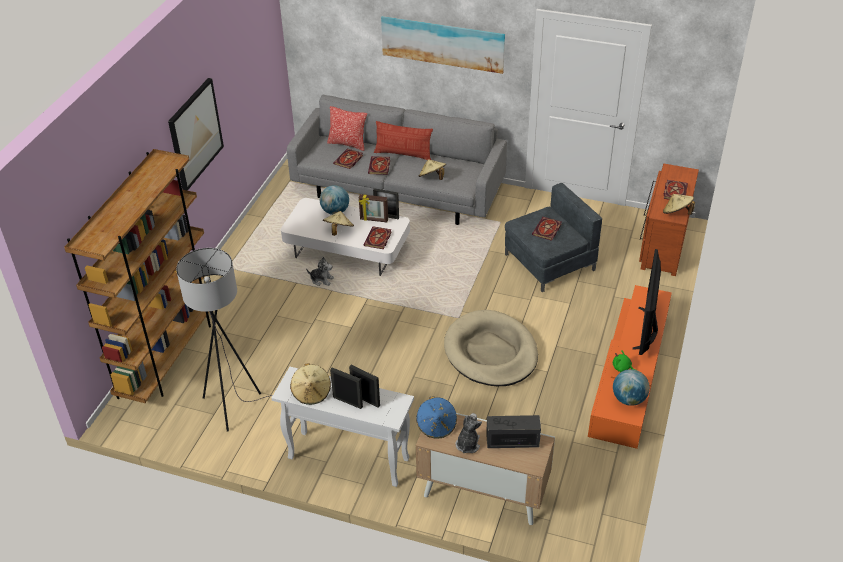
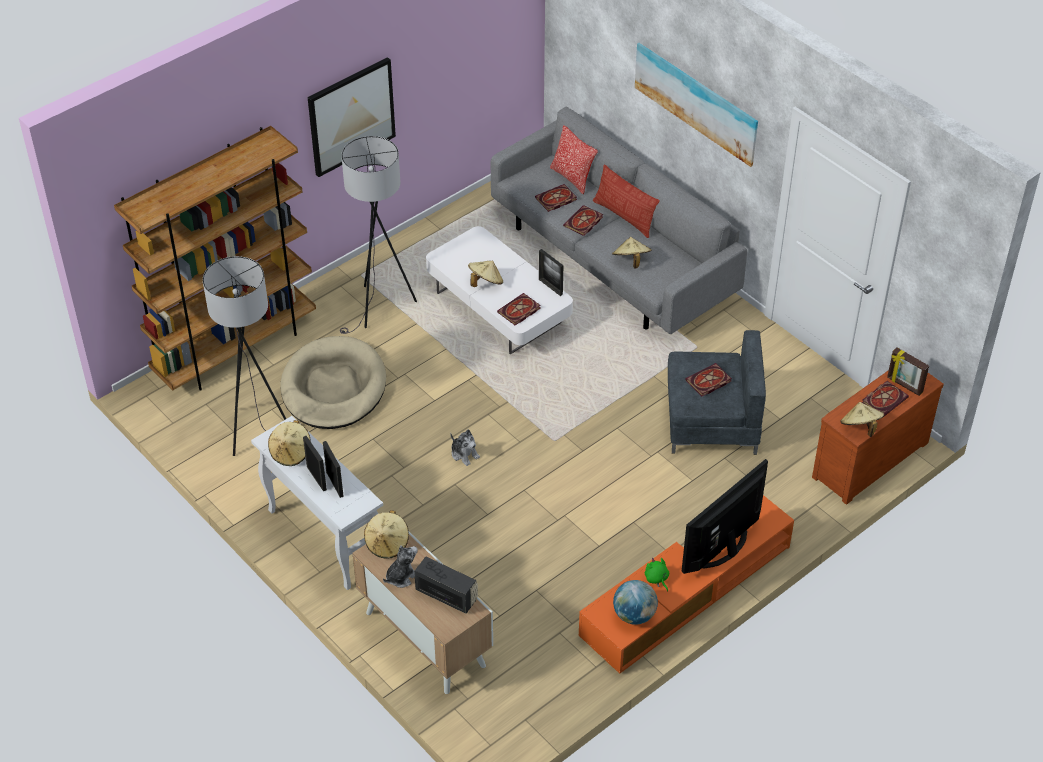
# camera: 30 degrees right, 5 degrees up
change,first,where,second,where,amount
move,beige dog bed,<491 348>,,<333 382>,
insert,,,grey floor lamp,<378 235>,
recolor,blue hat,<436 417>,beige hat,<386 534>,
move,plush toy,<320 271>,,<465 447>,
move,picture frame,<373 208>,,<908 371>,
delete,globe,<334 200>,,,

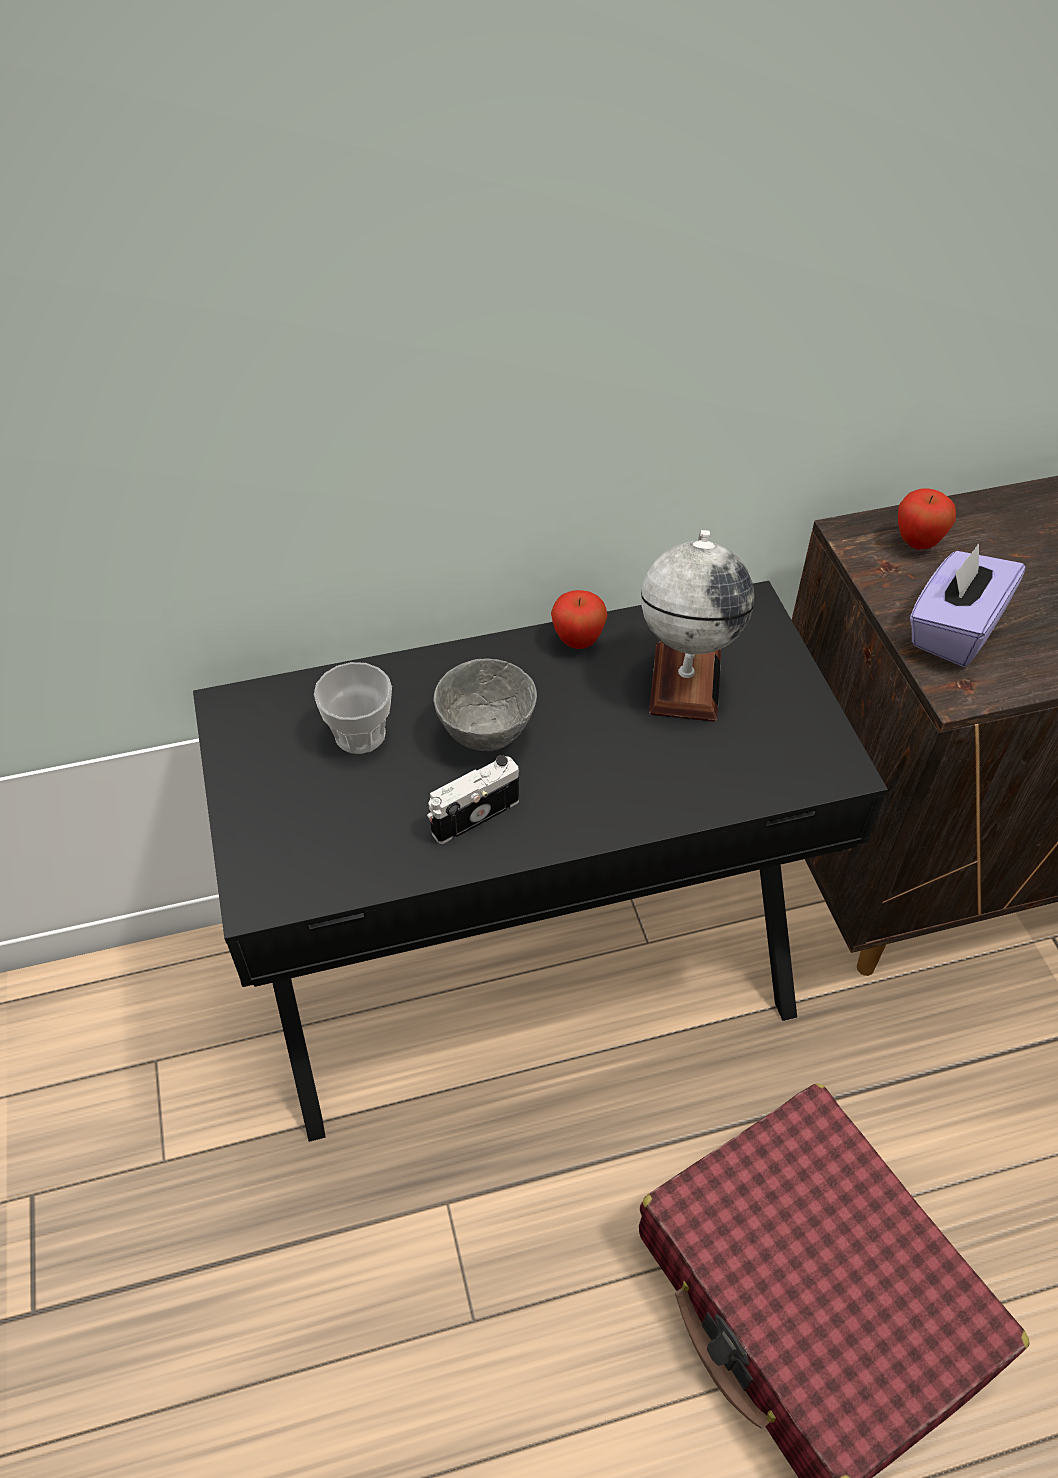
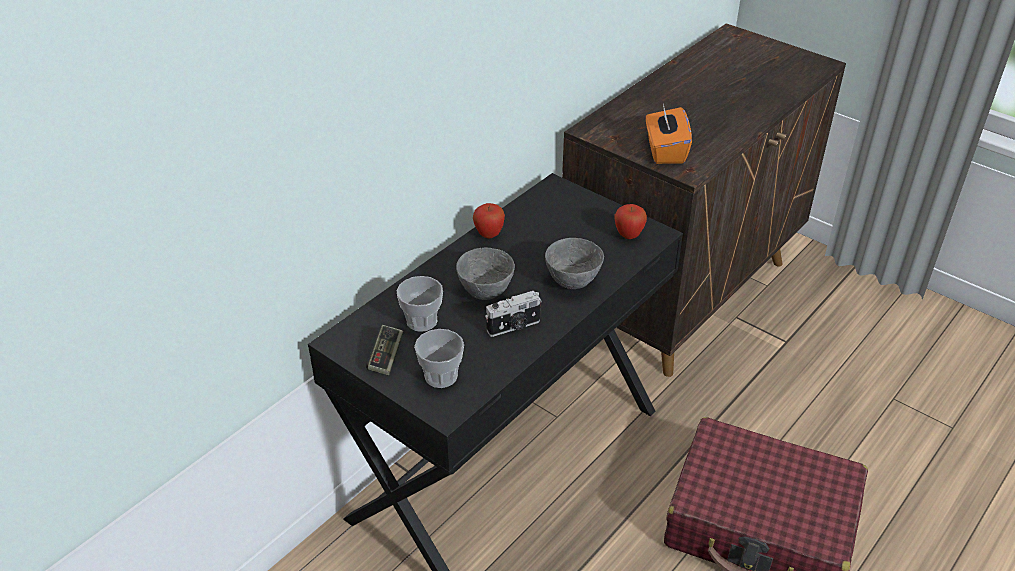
# camera: 35 degrees left, 10 degrees down
change,first,where,second,where,amount
insert,,,game controller,<384 350>,
insert,,,cup,<439 358>,
rotate,photo camera,<473 799>,,<513 314>,135 degrees counterclockwise
insert,,,grey bowl,<574 263>,
move,apple,<927 519>,,<630 221>,
recolor,purple tissue box,<967 605>,orange tissue box,<669 134>,
delete,globe,<697 626>,,,

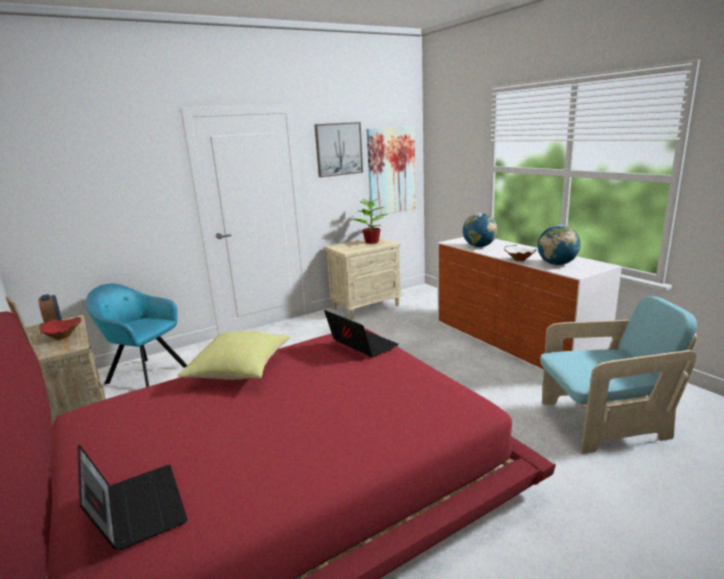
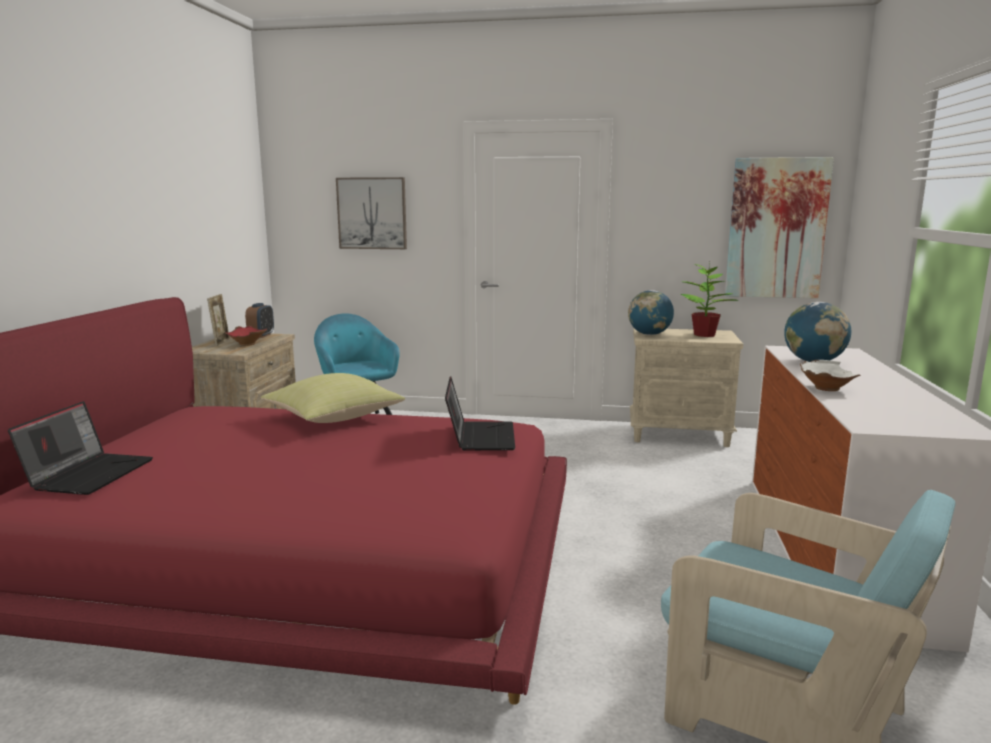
# camera: 40 degrees right, 5 degrees down
change,first,where,second,where,amount
move,picture,<339 149>,,<371 213>,
move,globe,<559 245>,,<651 312>,

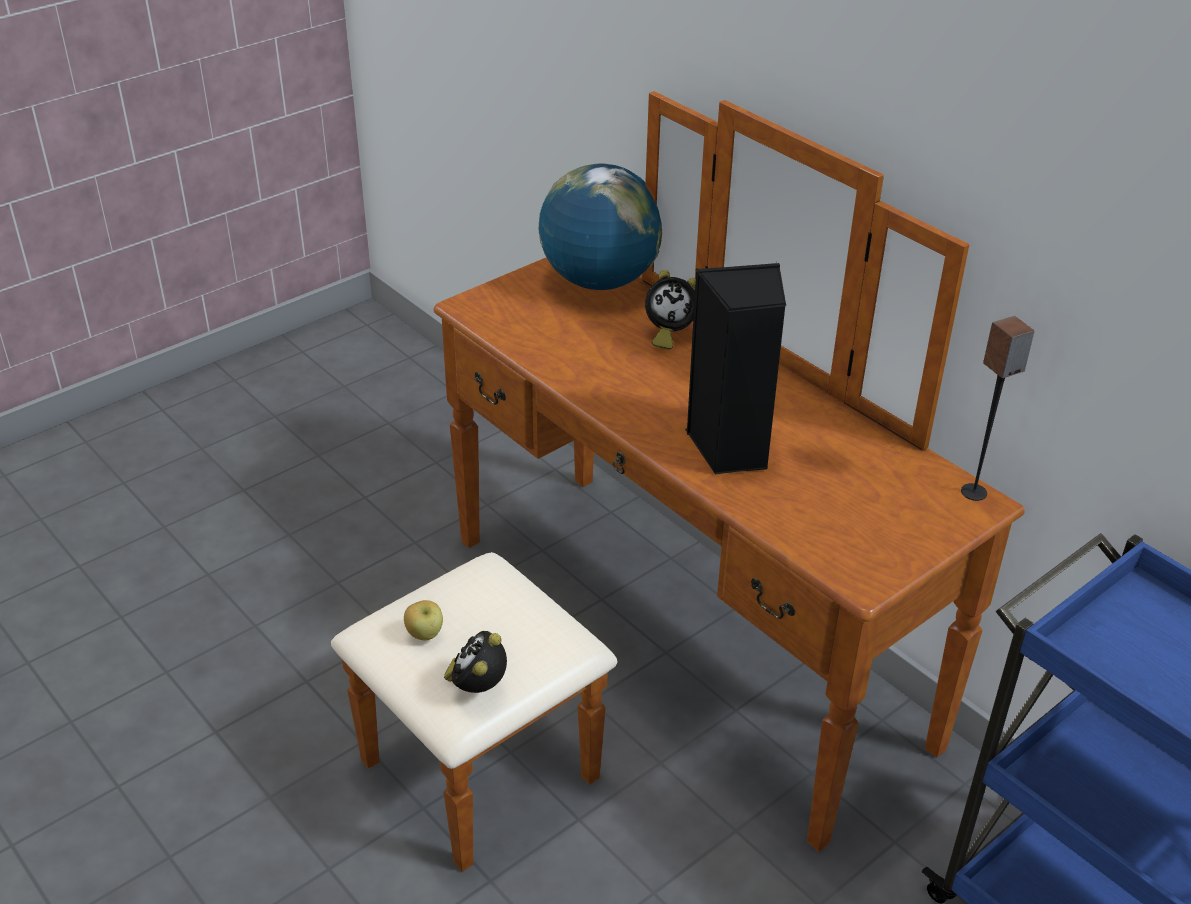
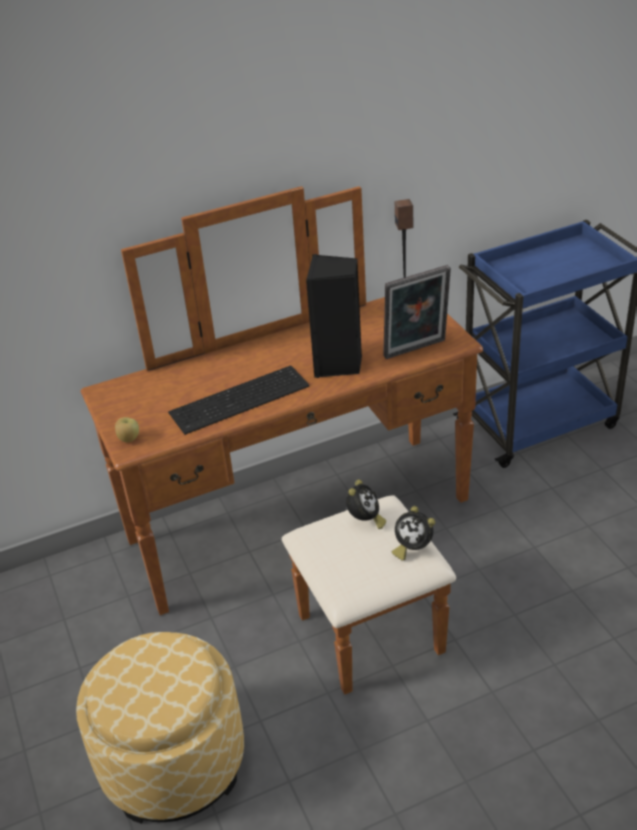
# camera: 70 degrees left, 0 degrees up
change,first,where,second,where,amount
insert,,,ottoman,<160 728>,
move,apple,<423 620>,,<127 429>,
insert,,,keyboard,<238 400>,
move,alarm clock,<670 310>,,<366 504>,
insert,,,picture frame,<417 312>,
delete,globe,<600 227>,,,

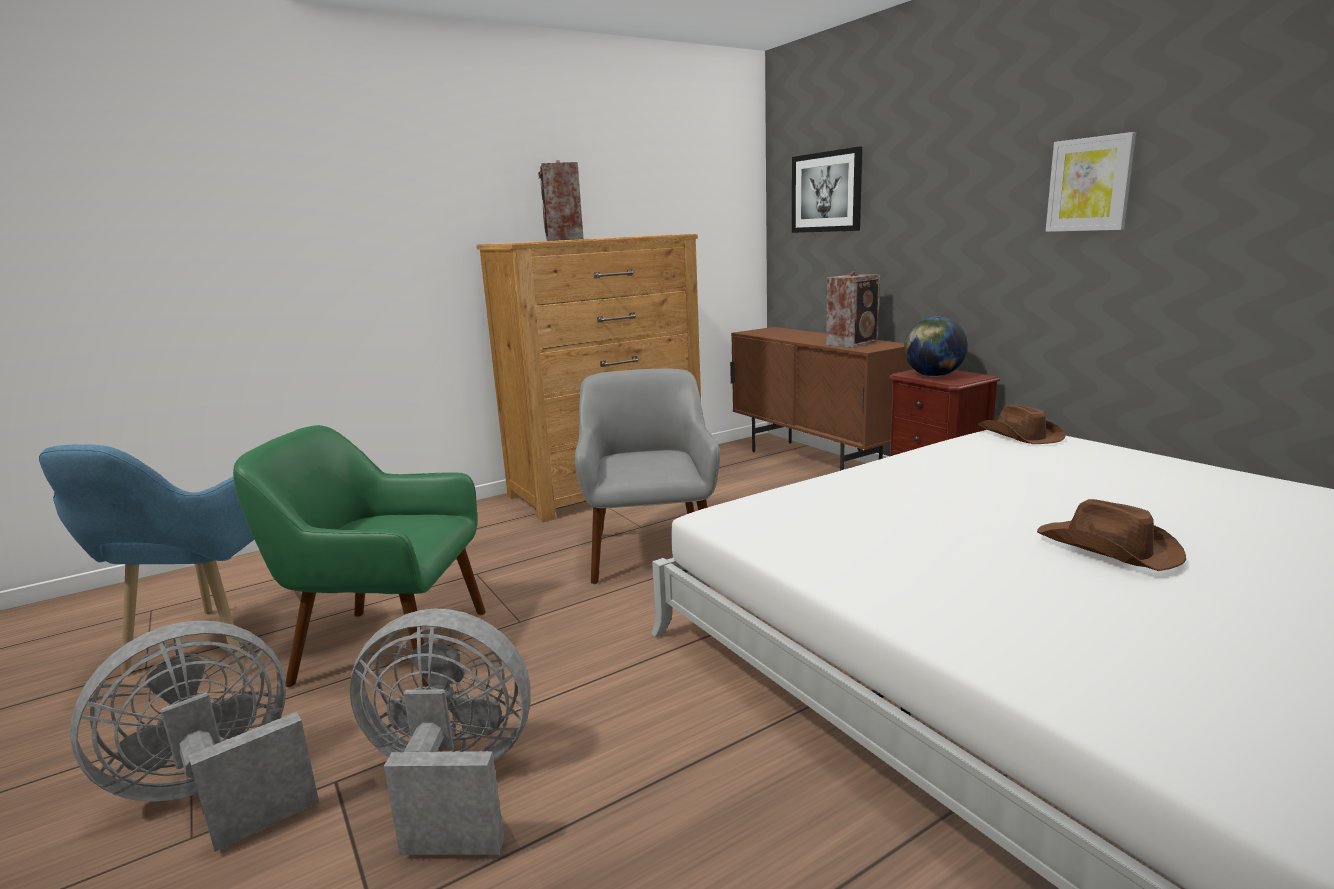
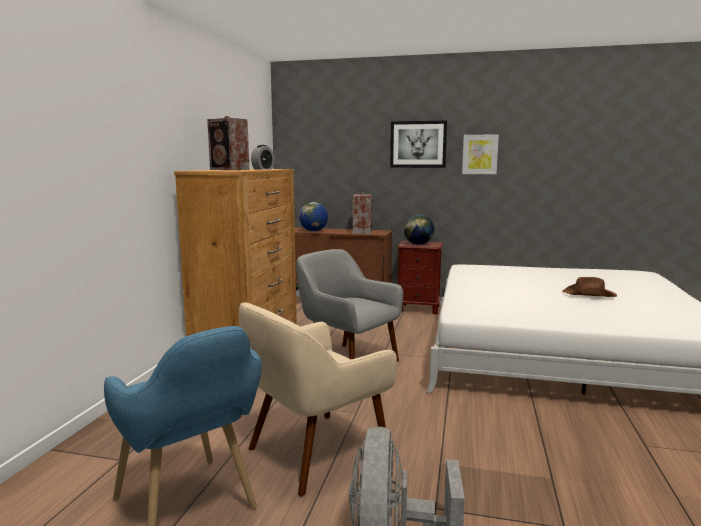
# camera: 45 degrees left, 5 degrees down
change,first,where,second,where,amount
recolor,green armchair,<359 557>,beige armchair,<318 399>,
insert,,,alarm clock,<262 157>,
insert,,,globe,<313 216>,
move,picture,<827 190>,,<418 144>,
delete,grey fan,<440 731>,,,
delete,brown hat,<1021 424>,,,

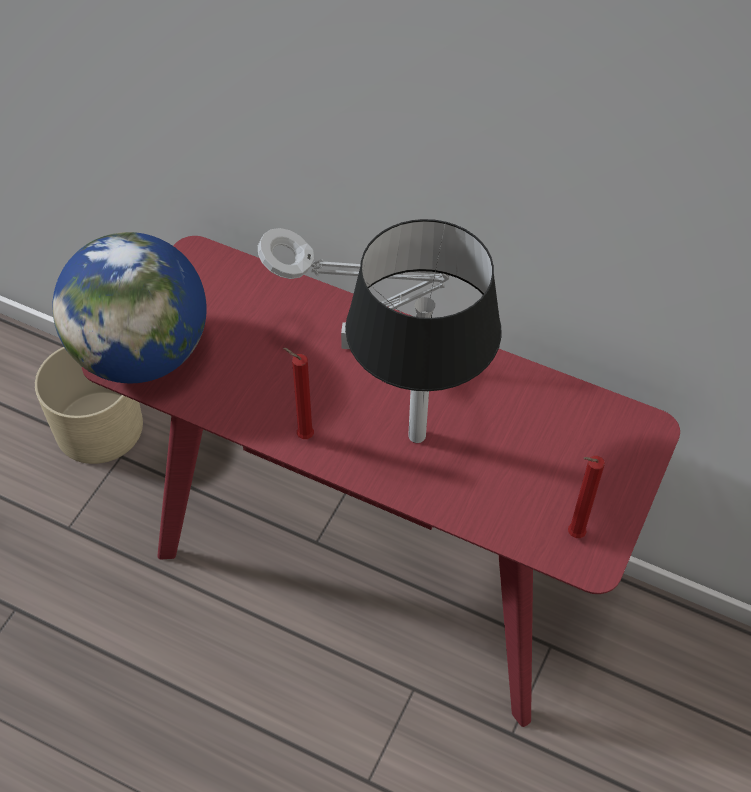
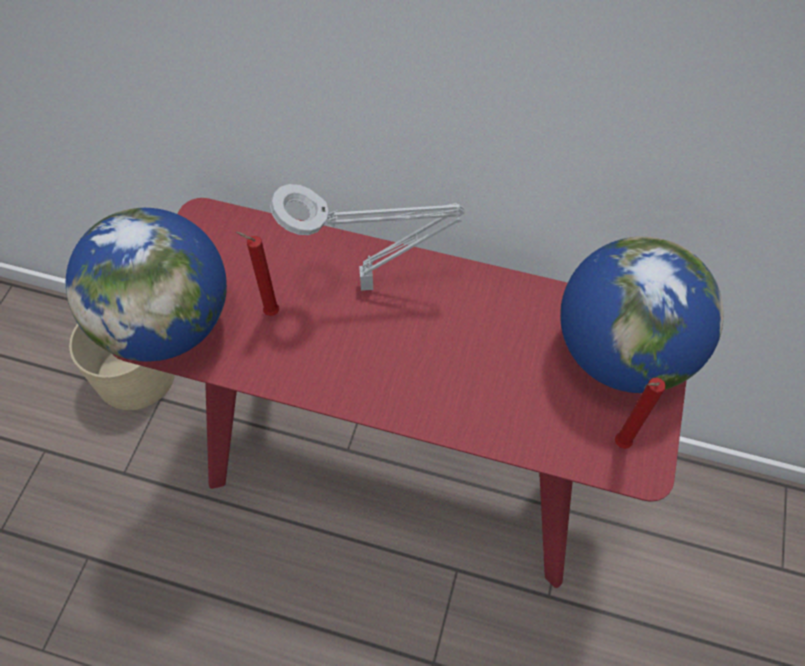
# camera: 10 degrees left, 5 degrees up
change,first,where,second,where,amount
move,red candle,<298 393>,,<257 274>,
insert,,,globe,<642 314>,
delete,black table lamp,<423 331>,,,

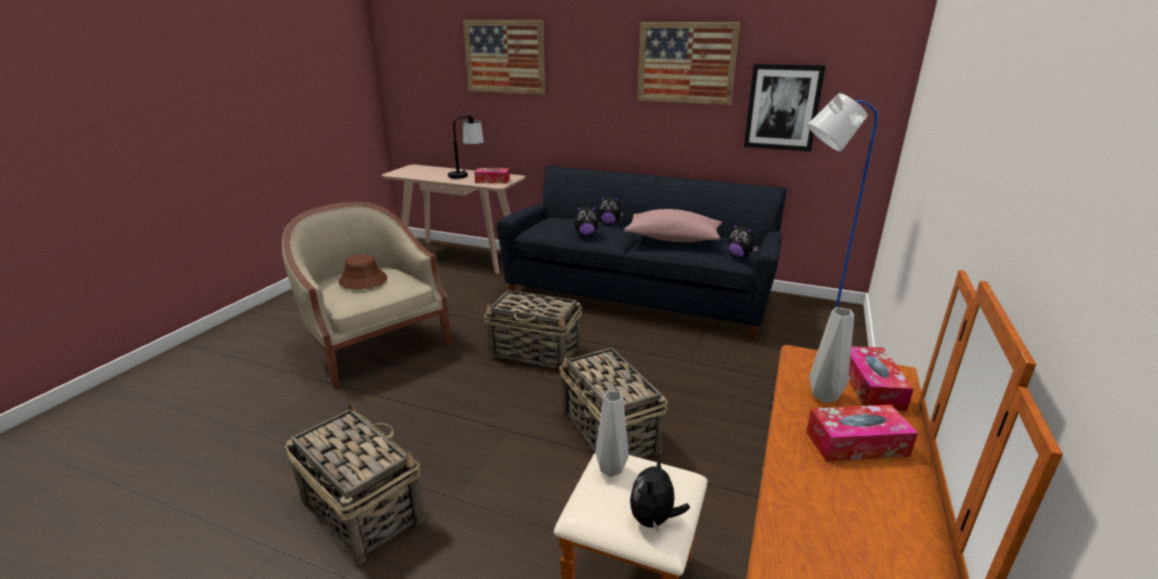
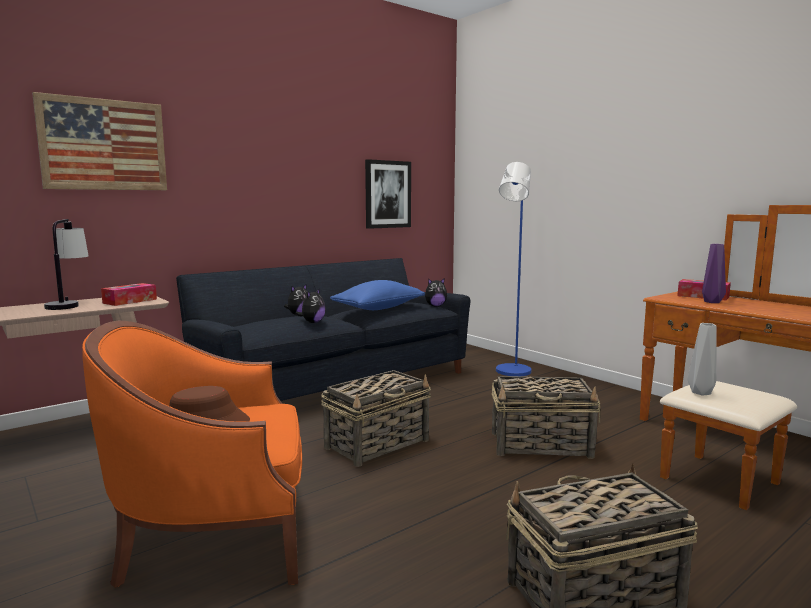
# camera: 60 degrees left, 15 degrees down
change,first,where,second,where,amount
recolor,beige armchair,<366 295>,orange armchair,<192 454>,
recolor,pink pillow,<673 225>,blue pillow,<377 295>,
recolor,grey vase,<831 355>,purple vase,<714 273>,
delete,plush toy,<660 494>,,,
delete,picture,<688 63>,,,
delete,tissue box,<862 433>,,,

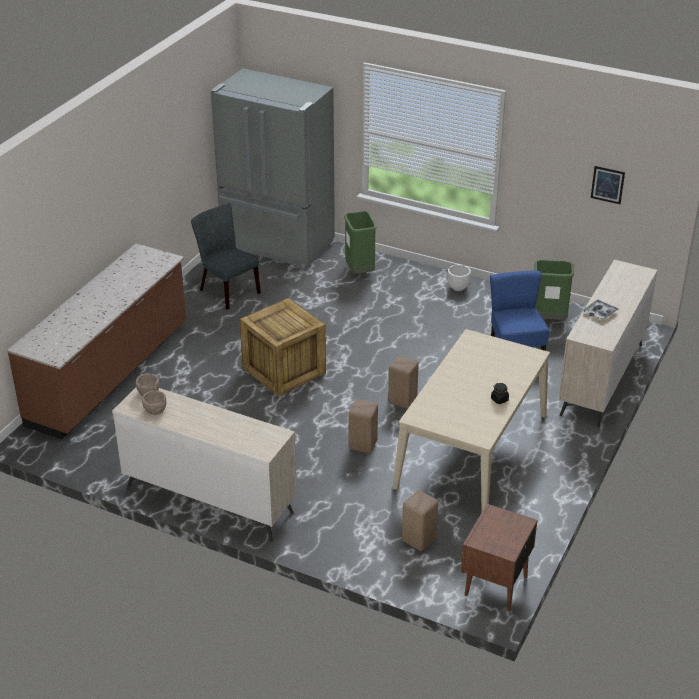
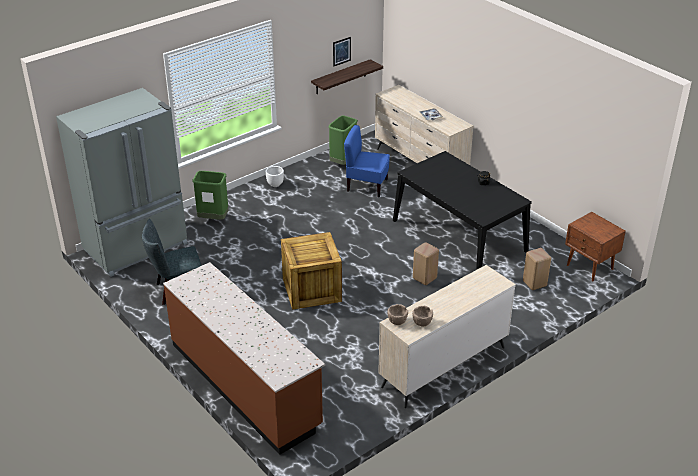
# camera: 65 degrees left, 0 degrees up
change,first,where,second,where,amount
insert,,,shelf,<347 76>,
recolor,beige dining table,<471 420>,black dining table,<462 210>,
delete,beige stool,<403 382>,,,

